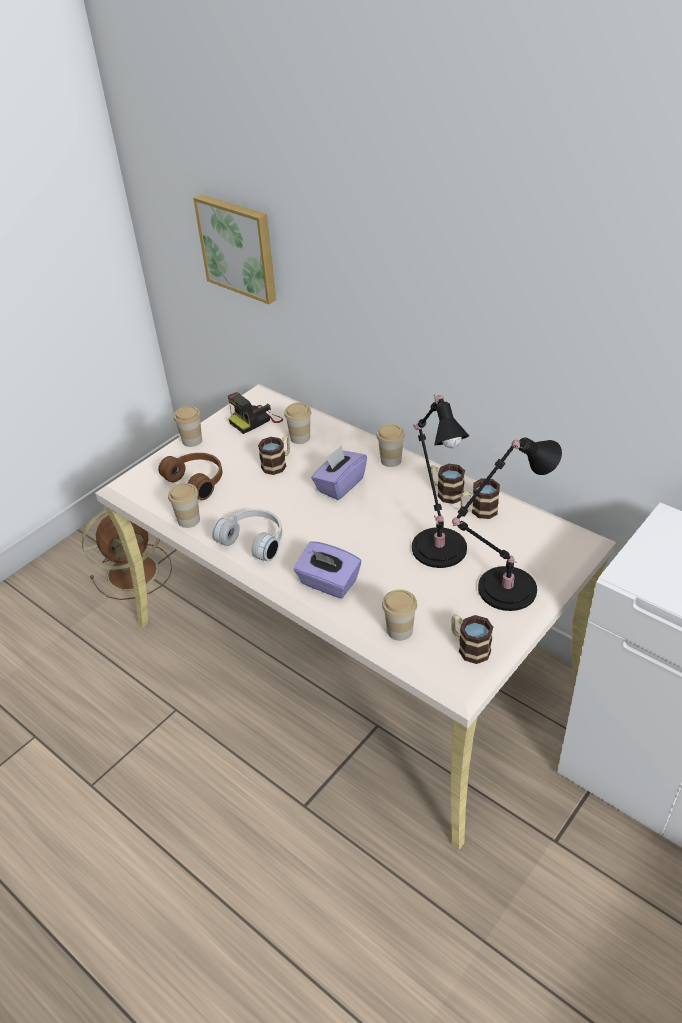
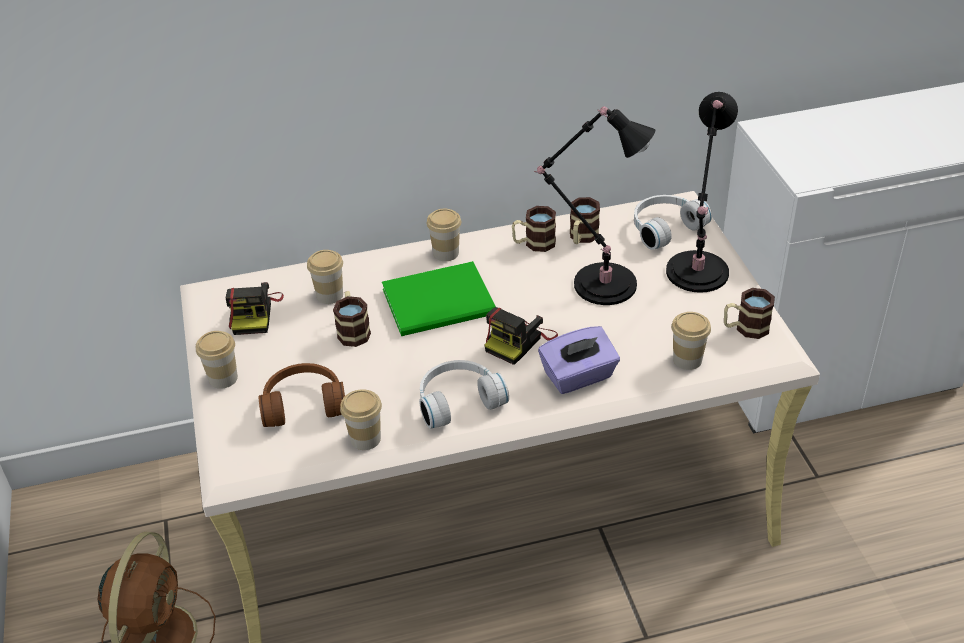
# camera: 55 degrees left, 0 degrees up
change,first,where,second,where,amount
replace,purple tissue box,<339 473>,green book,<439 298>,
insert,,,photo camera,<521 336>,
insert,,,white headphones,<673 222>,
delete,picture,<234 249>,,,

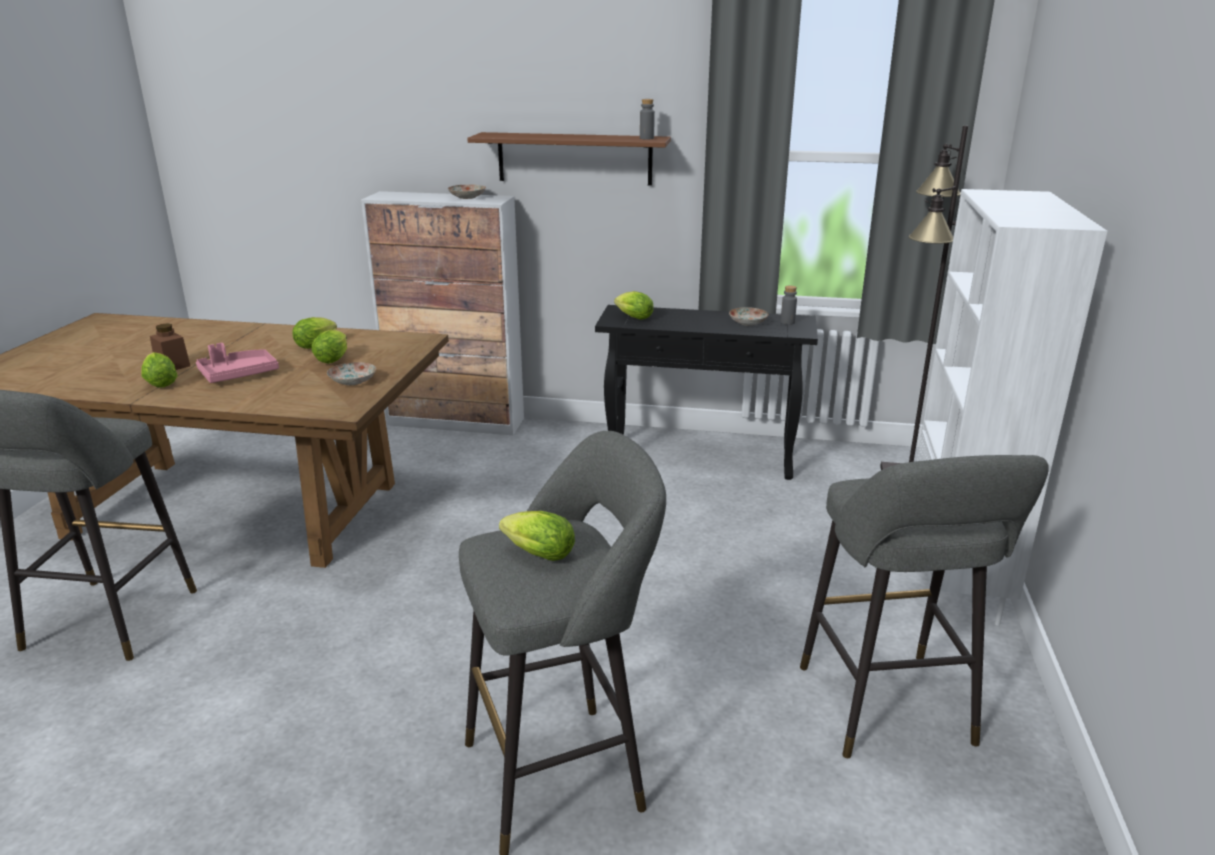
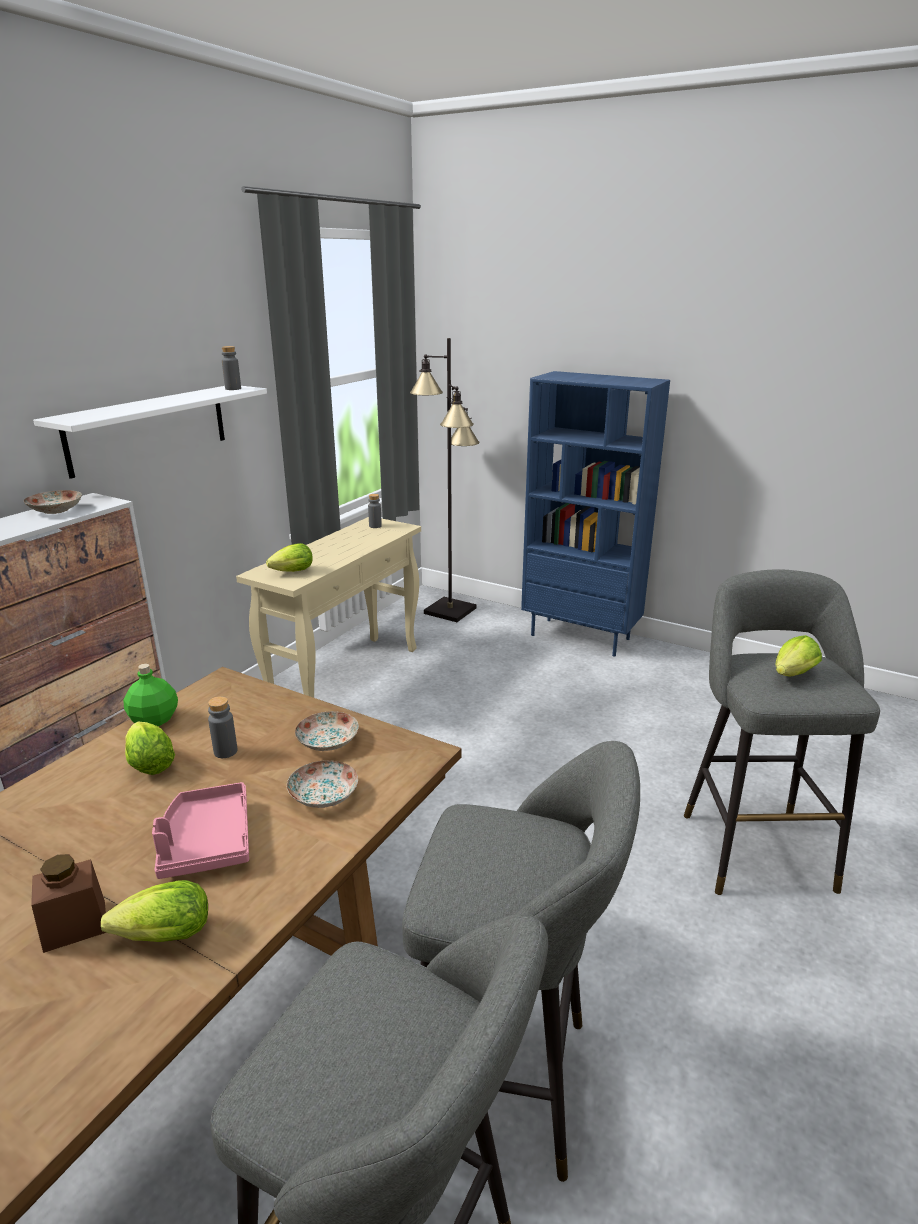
# camera: 70 degrees left, 0 degrees up
change,first,where,second,where,amount
recolor,brown shelf,<569 159>,white shelf,<150 432>,
insert,,,green bottle,<150 695>,
replace,lettuce,<329 347>,grey bottle,<222 727>,
recolor,black console table,<706 392>,beige console table,<328 607>,
move,plate,<749 316>,,<322 784>,
move,grey stool,<924 606>,,<521 961>,
recolor,white bookcase,<1012 407>,blue bookcase,<595 514>,

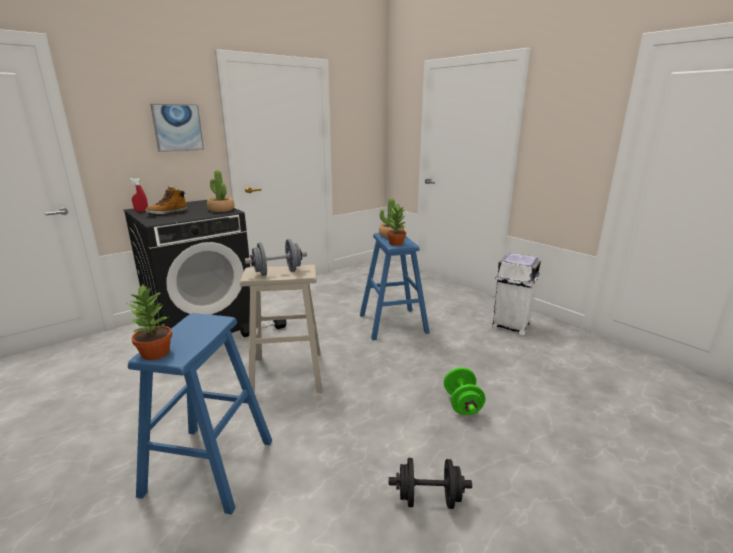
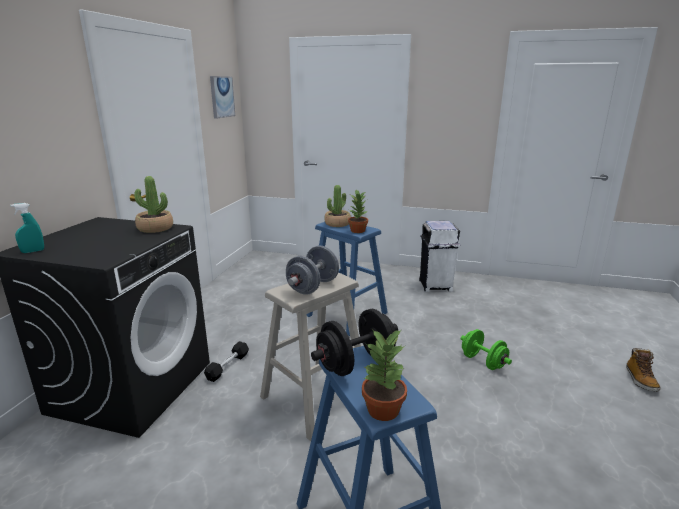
# camera: 35 degrees left, 0 degrees up
change,first,where,second,where,amount
recolor,red spray bottle,<139 195>,turquoise spray bottle,<27 228>,
move,picture,<177 128>,,<222 97>,
move,black dumbbell,<430 483>,,<354 342>,
move,boot,<166 200>,,<643 370>,

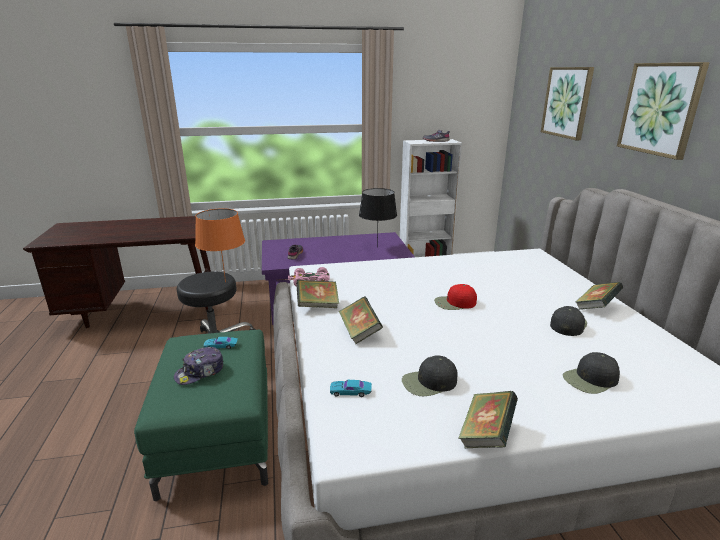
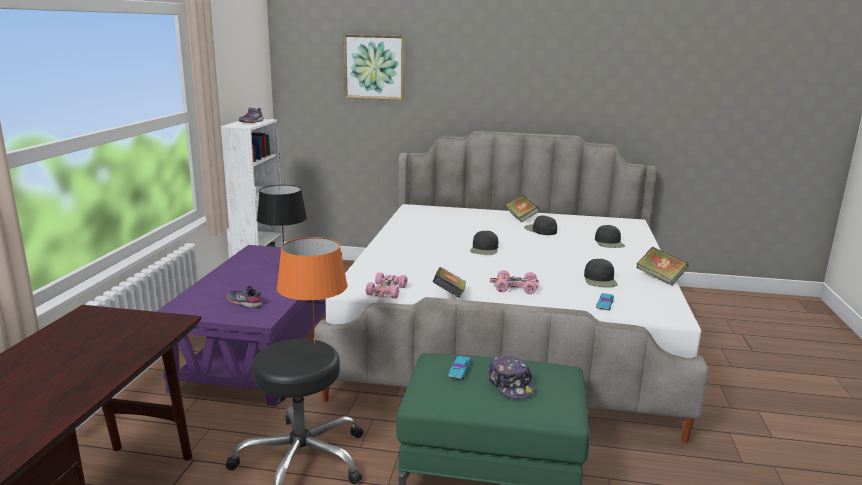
# camera: 70 degrees left, 5 degrees down
change,first,where,second,where,amount
recolor,red cap,<455 297>,black cap,<484 243>,
replace,book,<361 320>,pink toy car,<514 282>,
delete,picture,<663 111>,,,

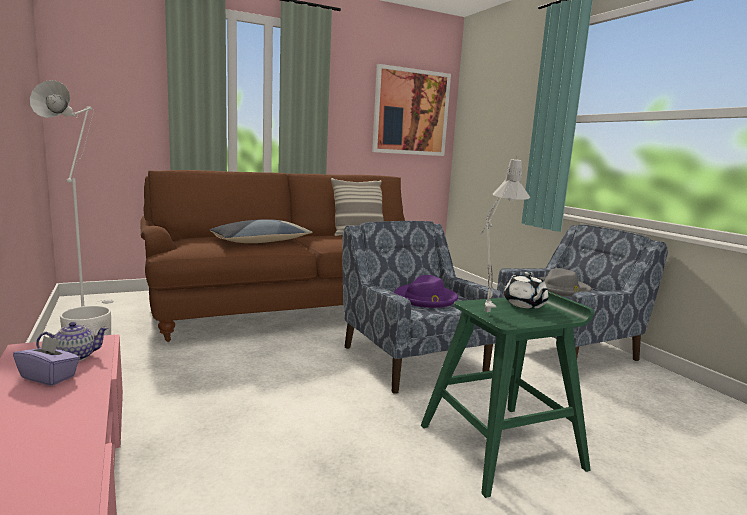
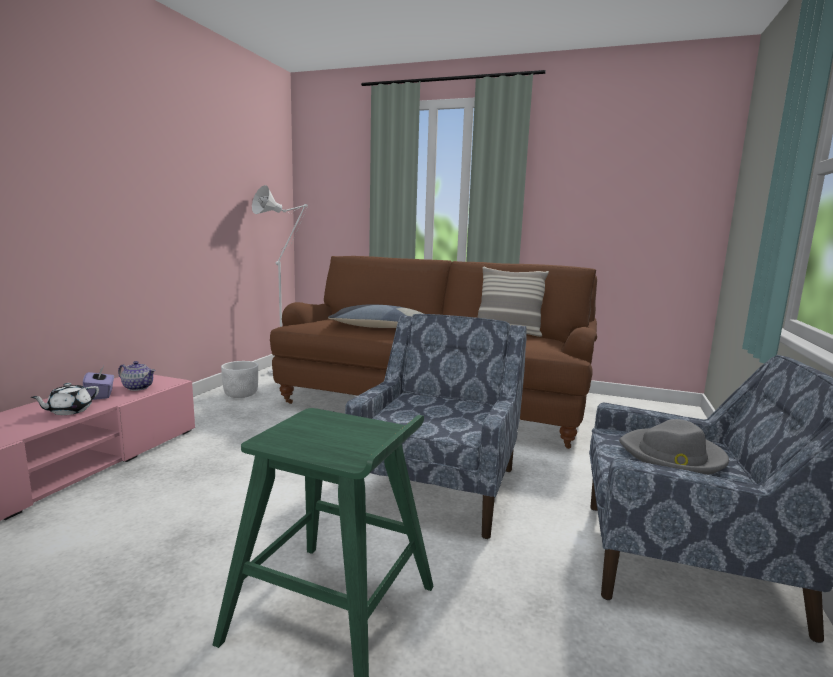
# camera: 45 degrees right, 0 degrees up
change,first,where,second,where,amount
move,white teapot,<526 290>,,<64 399>,
delete,picture,<411 110>,,,
delete,purple hat,<426 291>,,,
delete,grey table lamp,<505 234>,,,

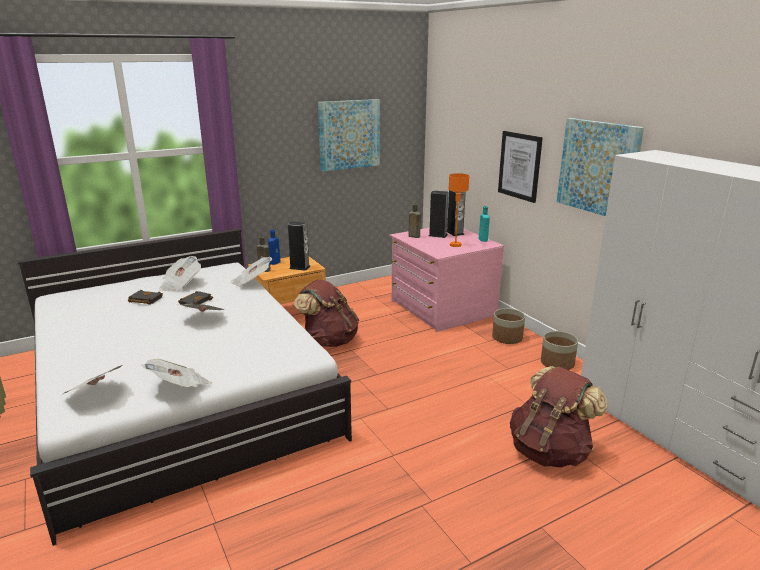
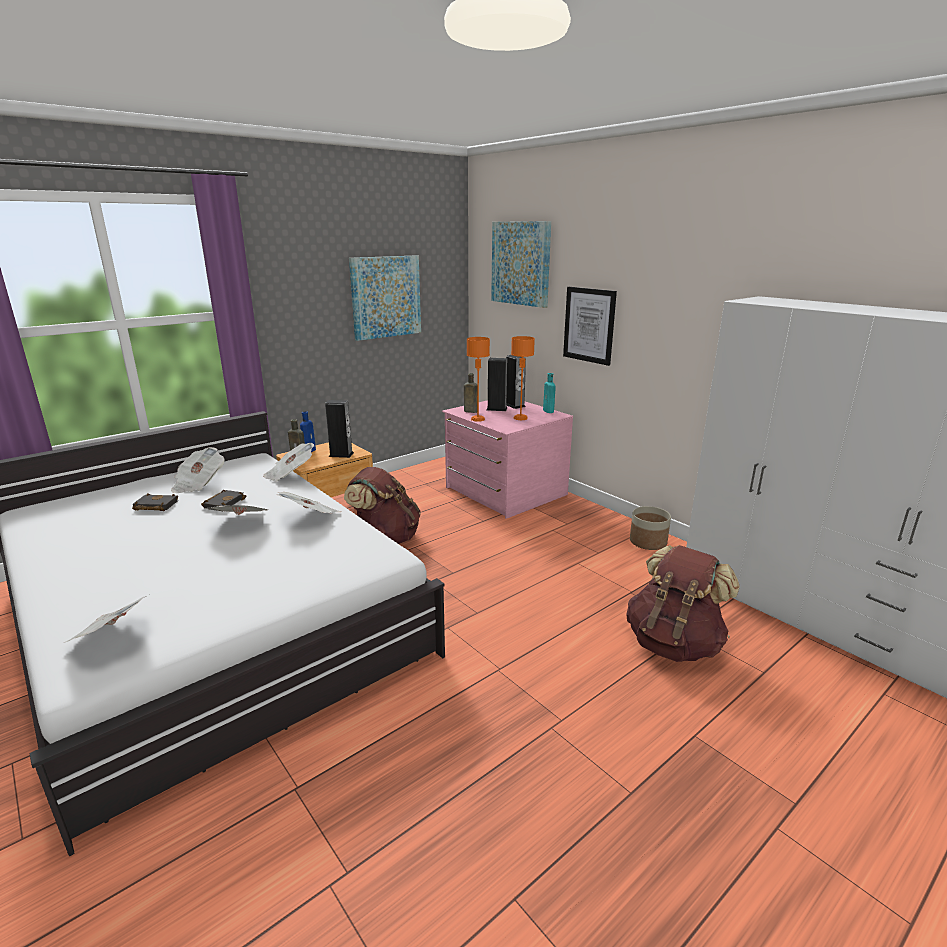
# camera: 10 degrees left, 0 degrees up
change,first,where,second,where,amount
move,newspaper,<177 373>,,<309 503>,
insert,,,orange table lamp,<478 379>,
move,picture,<600 167>,,<521 264>,
delete,planter,<508 326>,,,

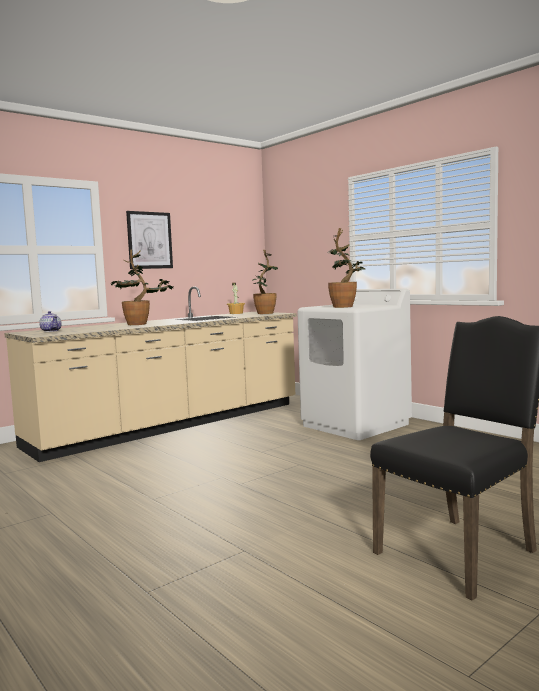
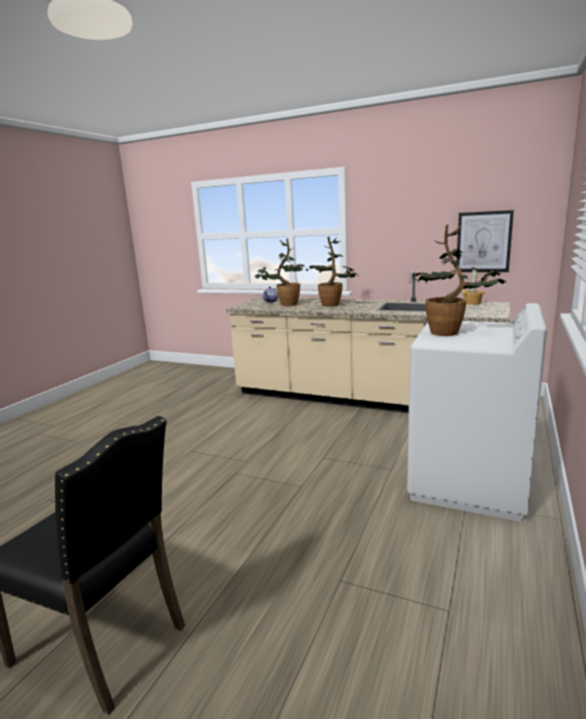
# camera: 65 degrees right, 10 degrees up
change,first,where,second,where,amount
move,potted plant,<265 282>,,<279 272>,
move,picture,<149 240>,,<485 241>,

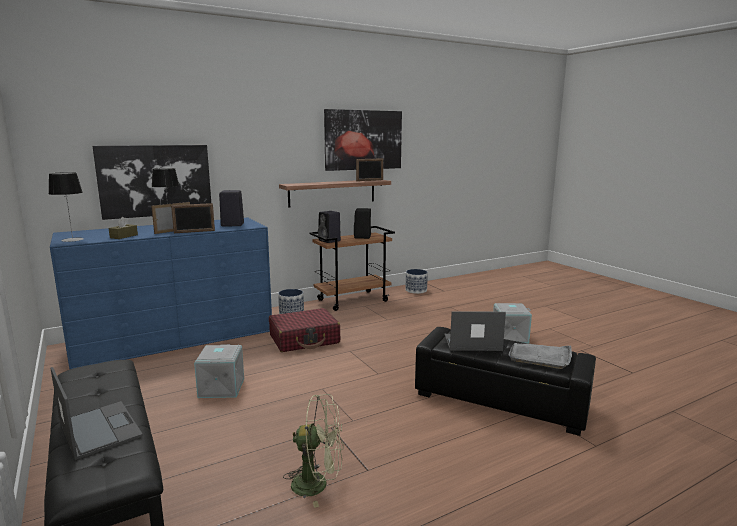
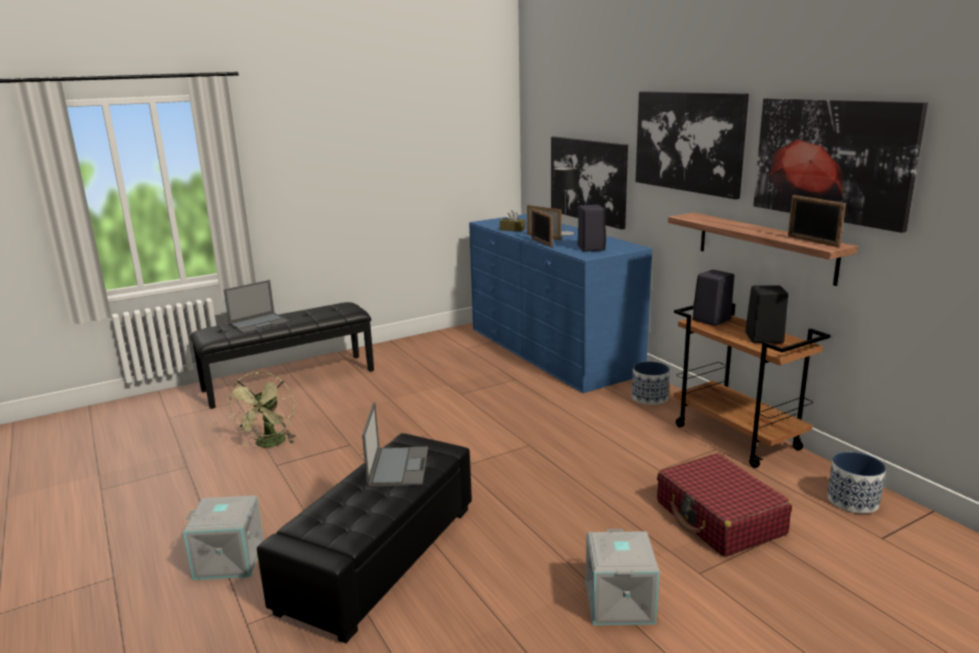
# camera: 90 degrees right, 5 degrees up
change,first,where,second,where,amount
move,grey storage box,<219 371>,,<223 537>,
insert,,,picture,<692 145>,
move,red suitcase,<304 330>,,<724 505>,
delete,table lamp,<66 207>,,,
delete,grey tray,<540 356>,,,

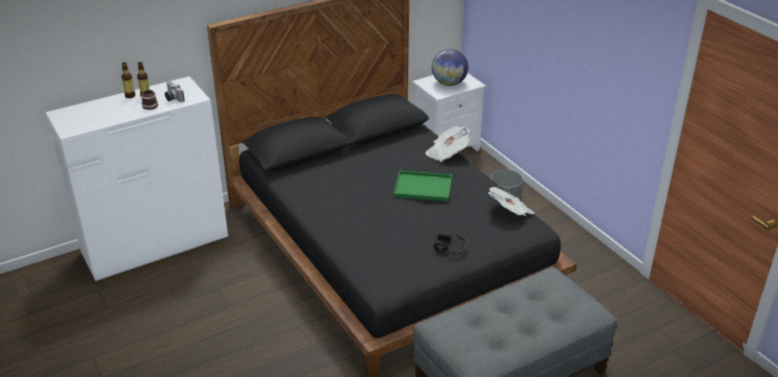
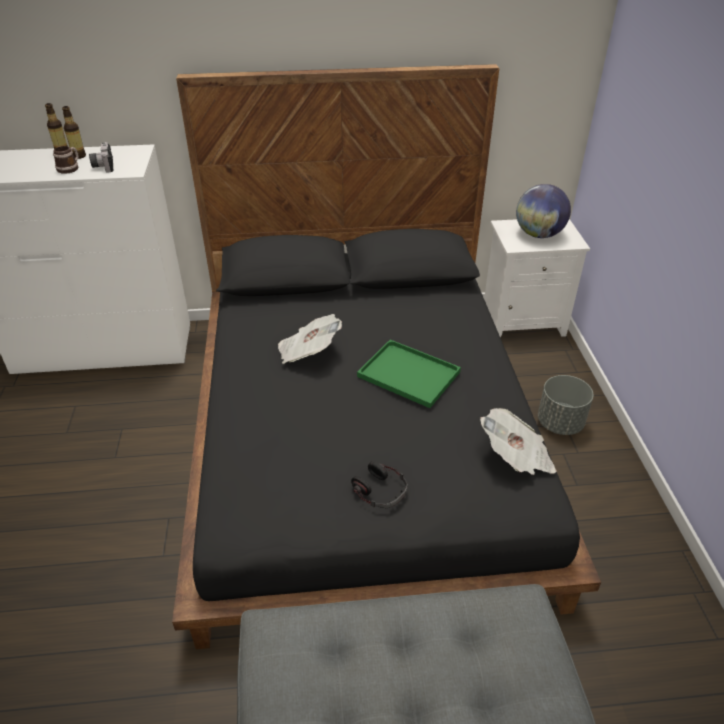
# camera: 25 degrees right, 5 degrees up
change,first,where,second,where,amount
move,newspaper,<447 144>,,<310 339>,

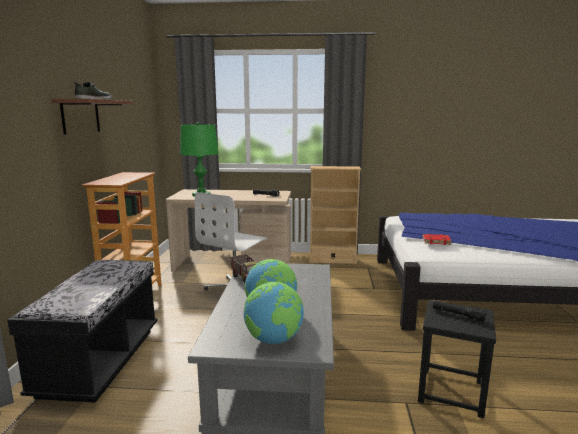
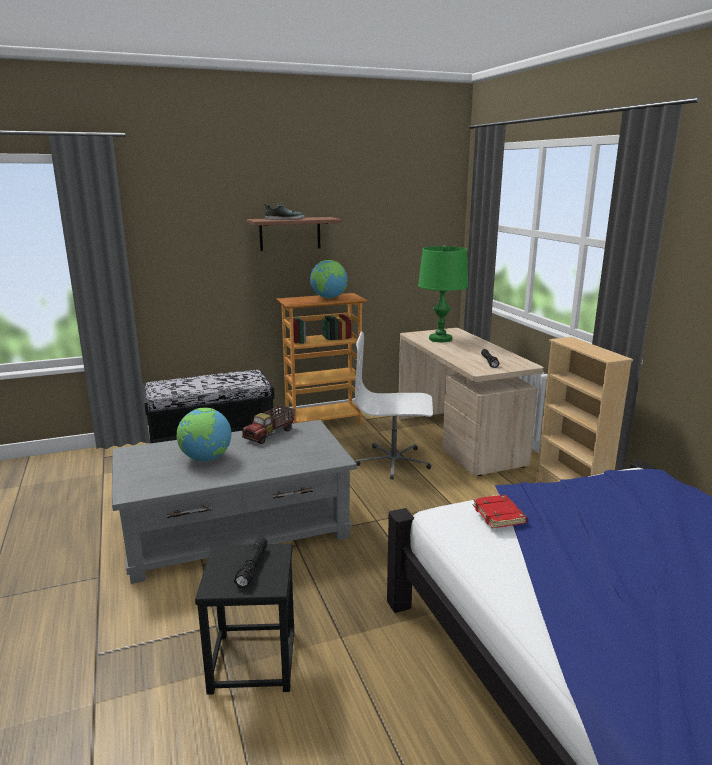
# camera: 65 degrees right, 5 degrees up
change,first,where,second,where,amount
move,globe,<274 313>,,<329 279>,

